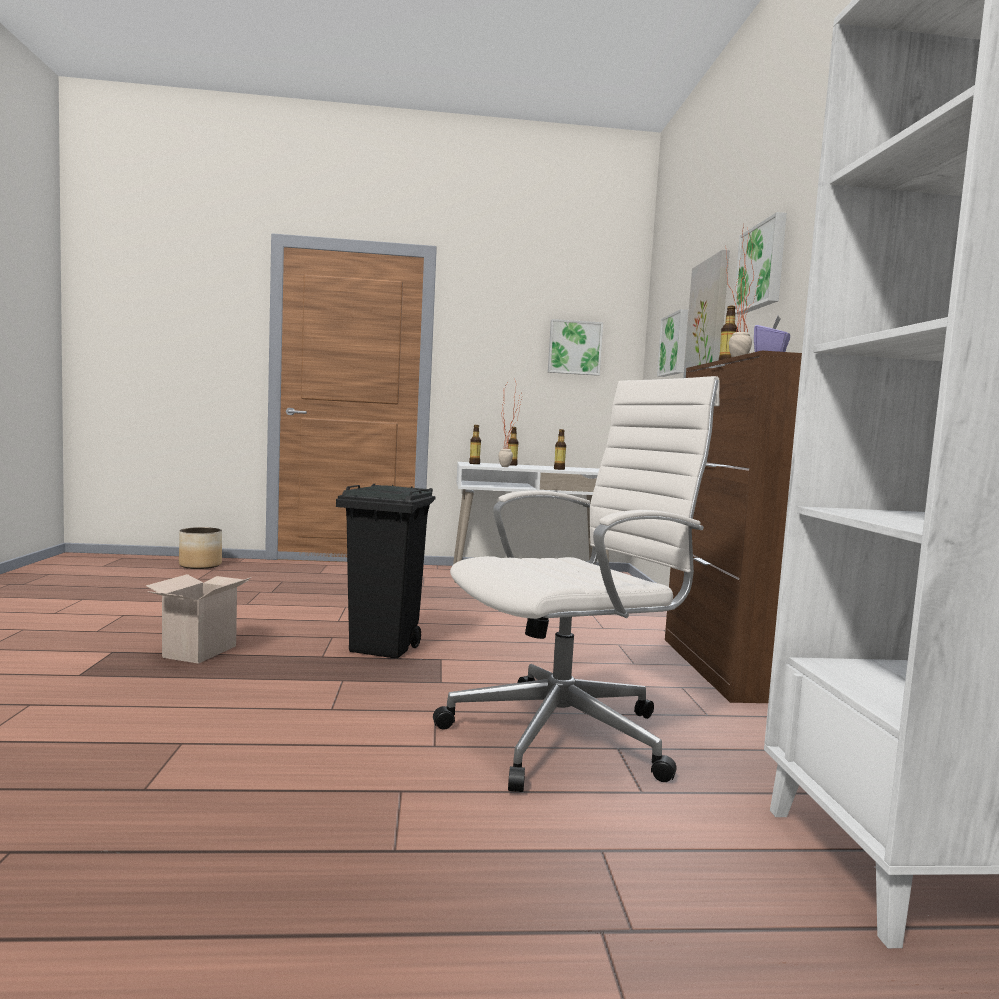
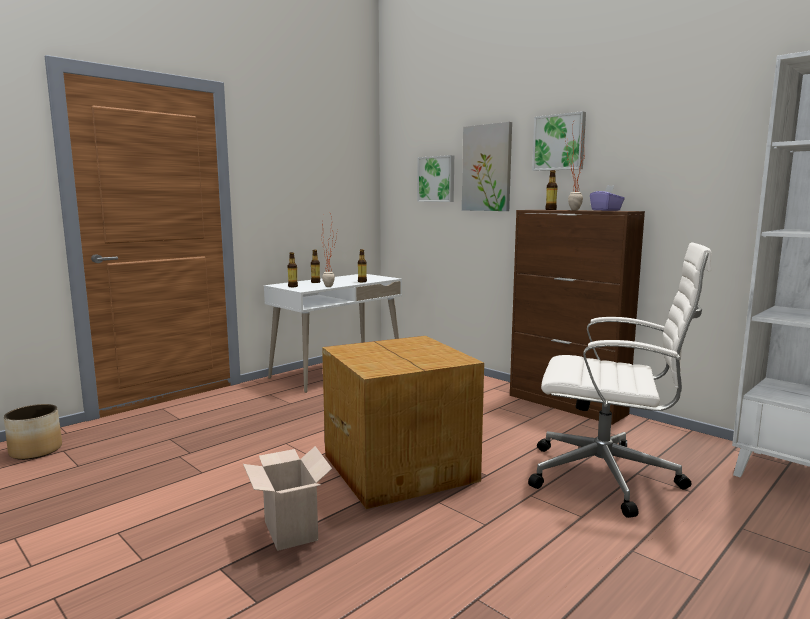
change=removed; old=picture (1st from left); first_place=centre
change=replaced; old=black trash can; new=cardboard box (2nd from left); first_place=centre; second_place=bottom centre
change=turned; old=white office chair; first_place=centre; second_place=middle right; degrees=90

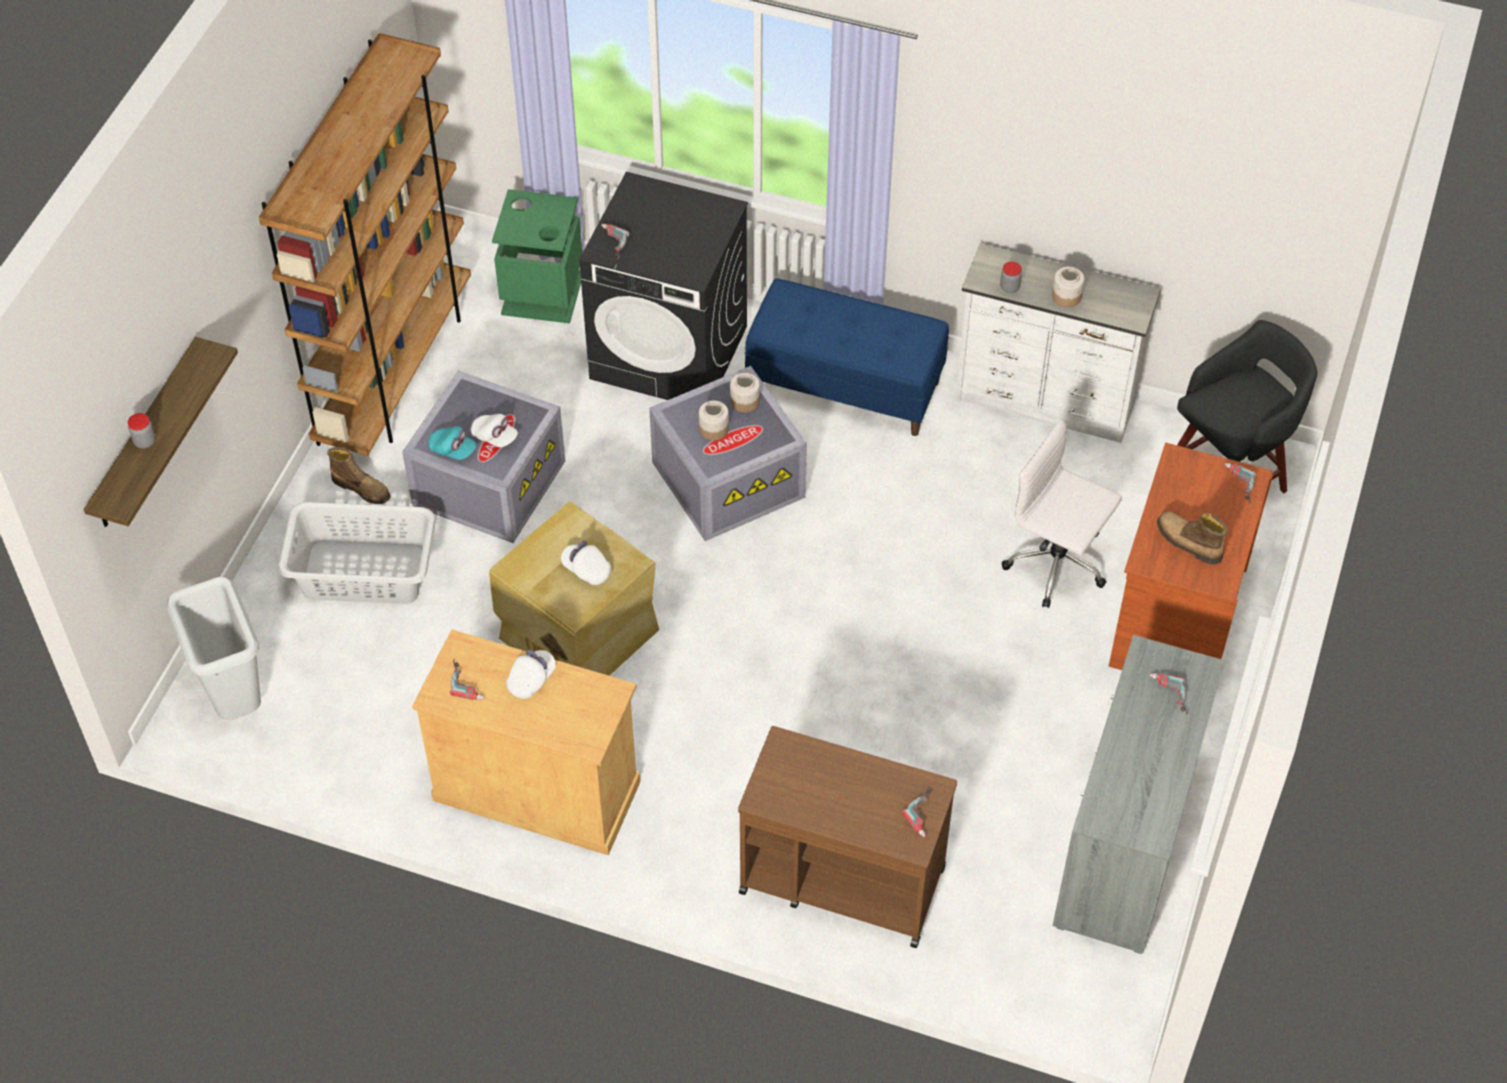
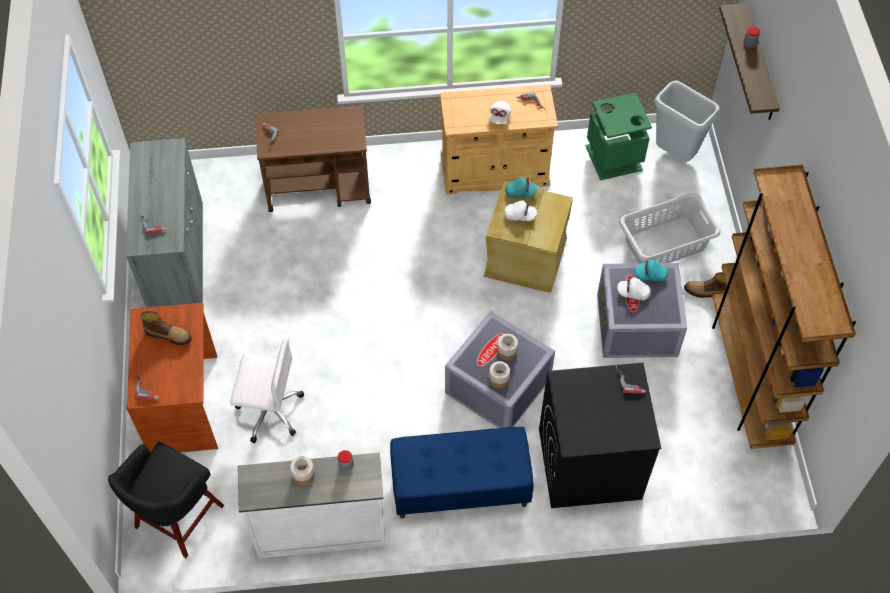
change=added; new=turquoise cap (1st from left); second_place=top centre
change=moved; old=green trash can; first_place=top centre; second_place=top right

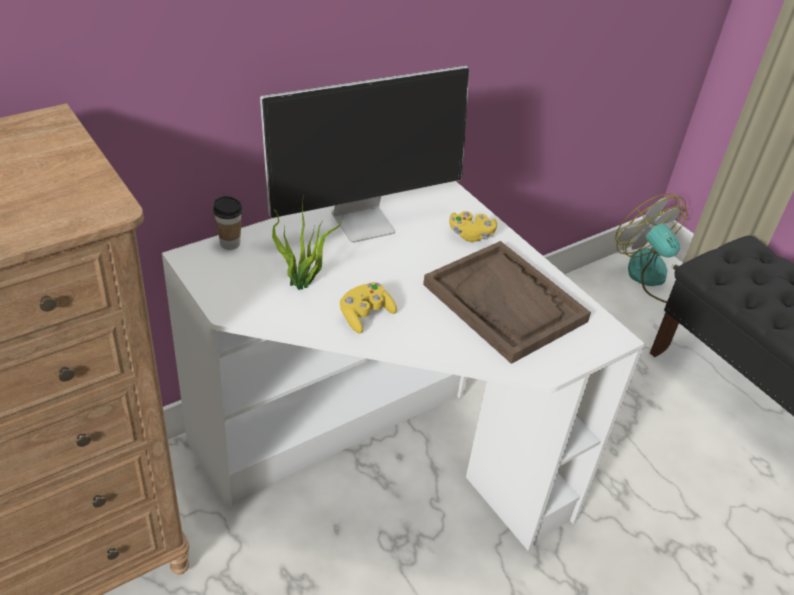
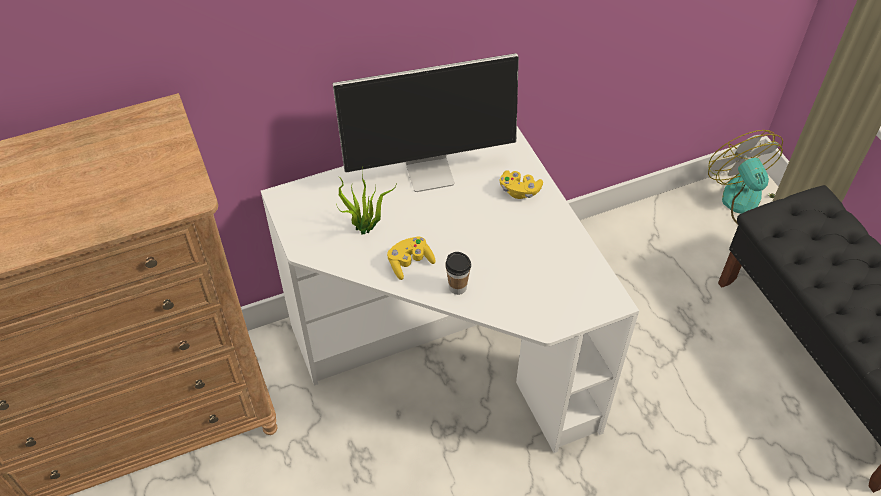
change=removed; old=brown tray; first_place=centre
change=moved; old=cup; first_place=middle left; second_place=centre

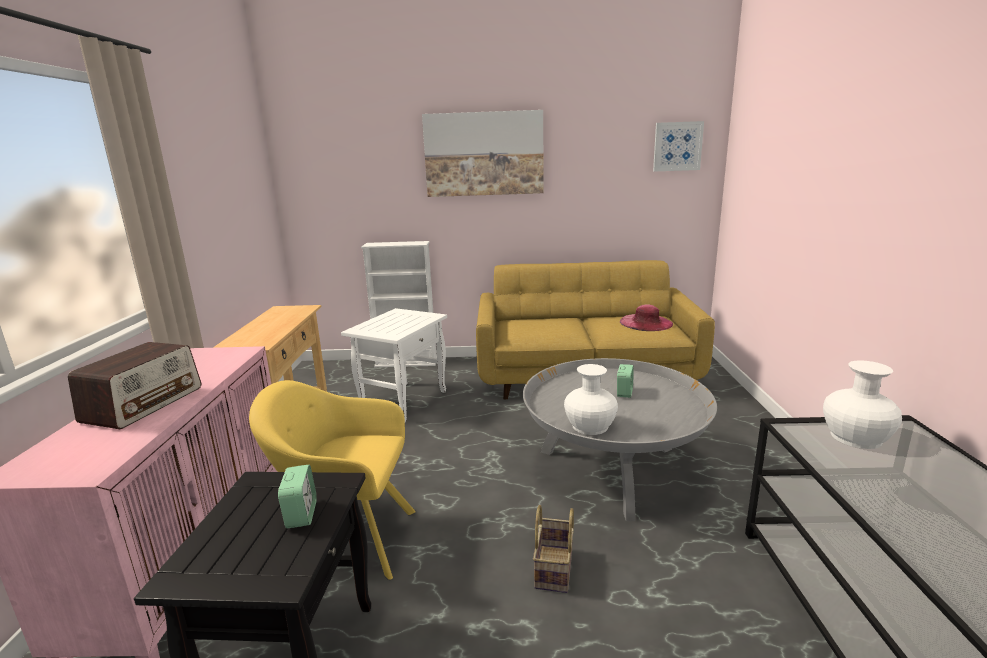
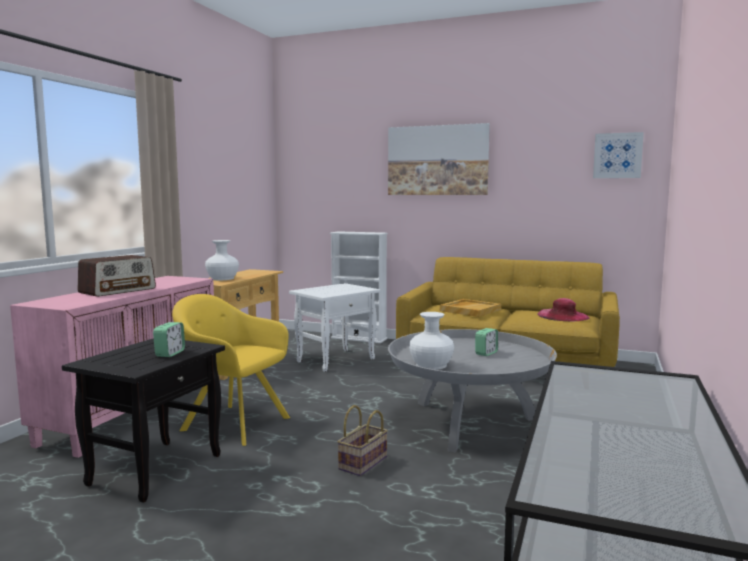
change=added; new=beige tray; second_place=centre
change=moved; old=white vase (2nd from left in the first image); new=white vase (1st from left); first_place=middle right; second_place=middle left

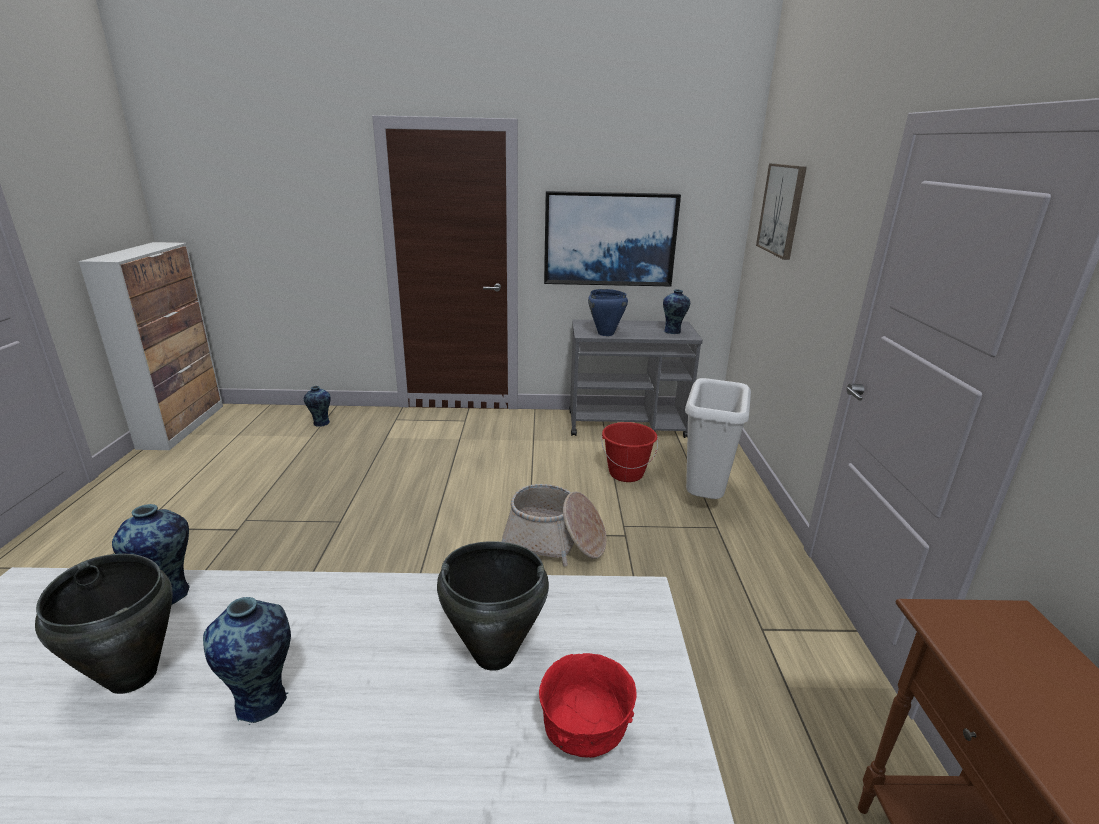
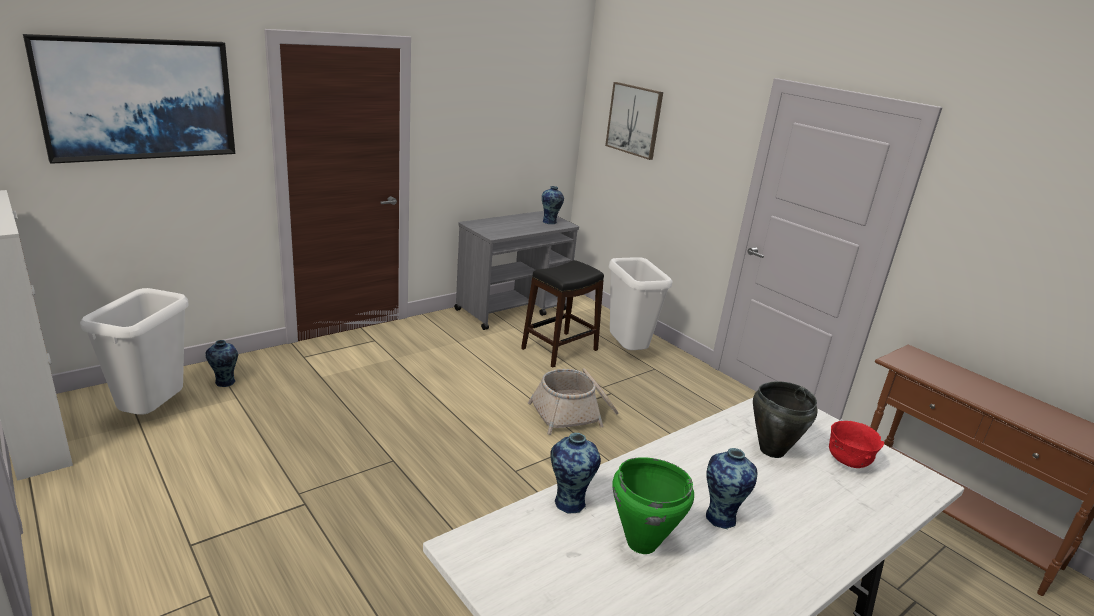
change=removed; old=blue cooking pot; first_place=centre
change=added; new=white trash can (1st from left); second_place=middle left
change=moved; old=picture (1st from left); first_place=top centre; second_place=top left
change=replaced; old=red bucket; new=black stool; first_place=centre; second_place=centre
change=recoloured; old=black cooking pot (1st from left); new=green cooking pot; first_place=bottom left; second_place=bottom centre

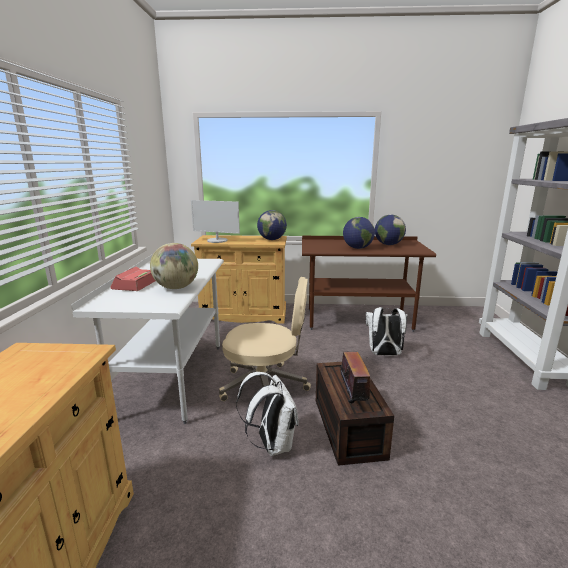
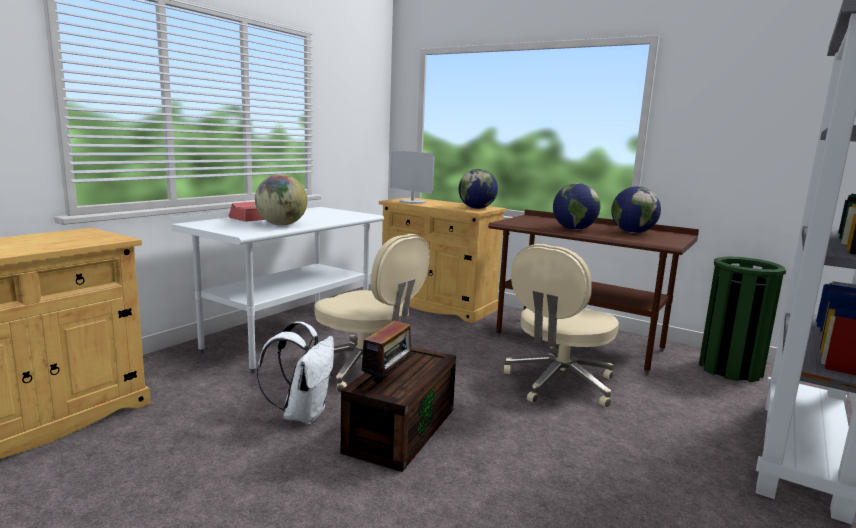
change=added; new=green trash can; second_place=middle right
change=replaced; old=white backpack (2nd from left); new=beige office chair (2nd from left); first_place=middle right; second_place=centre

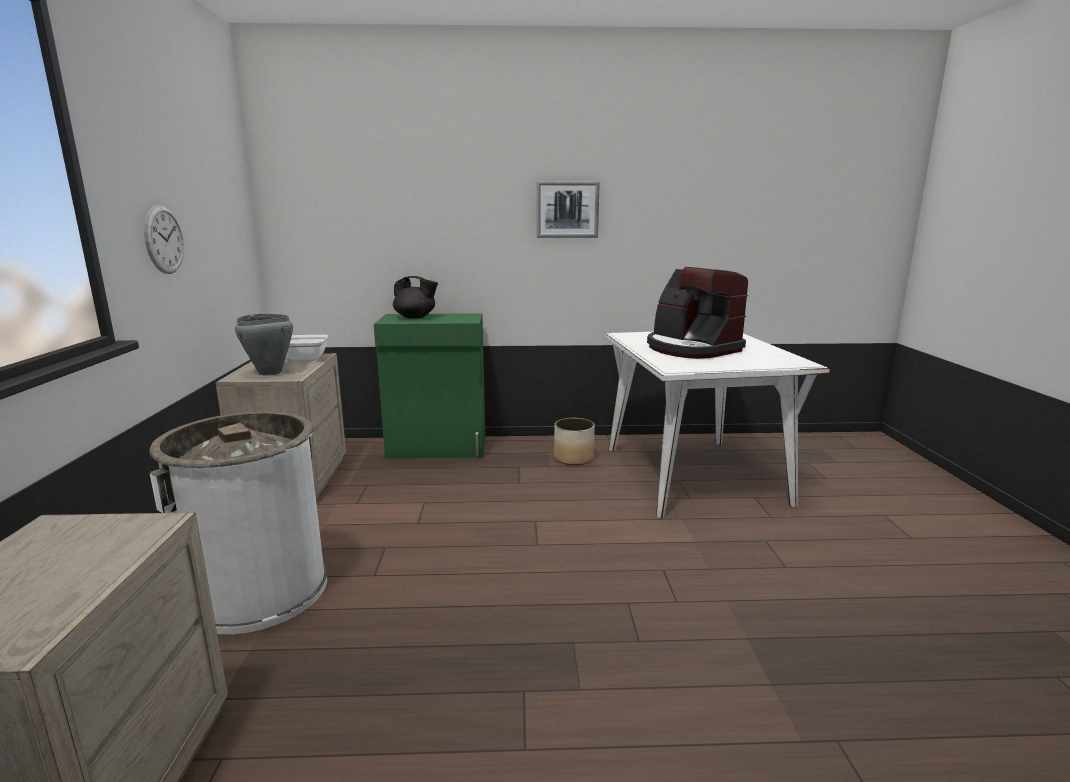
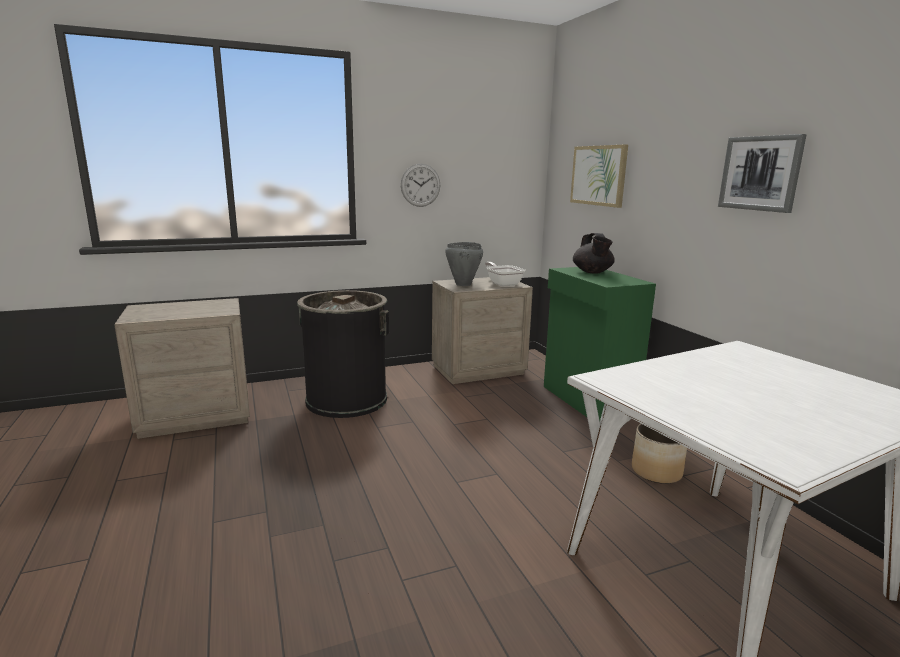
change=removed; old=coffee machine; first_place=centre
change=added; new=picture (1st from left); second_place=top centre
change=recoloured; old=white trash can; new=black trash can; first_place=bottom left; second_place=centre

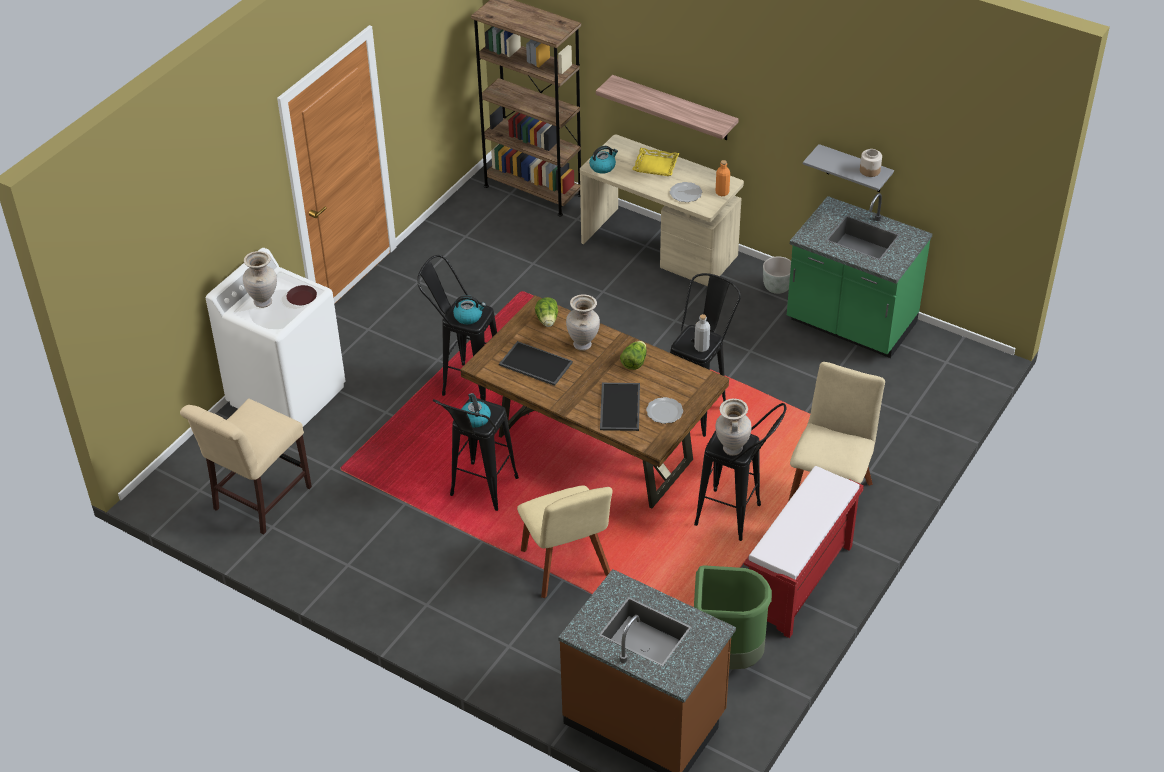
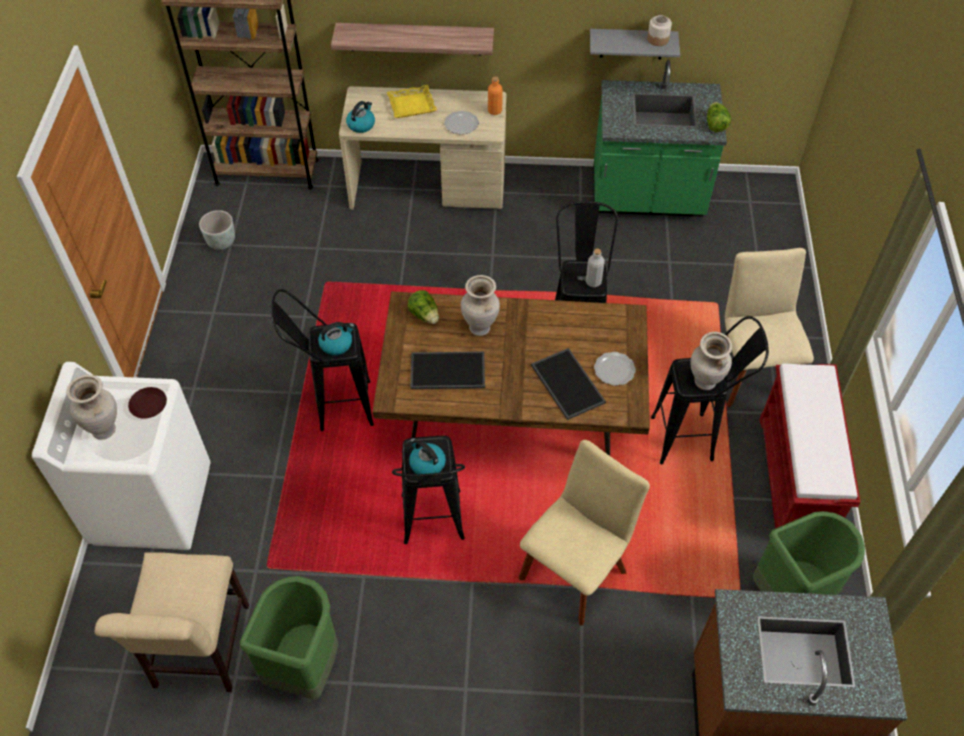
change=added; new=green trash can (1st from left); second_place=bottom left
change=moved; old=lettuce (2nd from left); first_place=centre; second_place=top right
change=moved; old=grey planter; first_place=middle right; second_place=top left
change=turned; old=beige chair (2nd from left); first_place=bottom centre; second_place=bottom centre; degrees=-90

